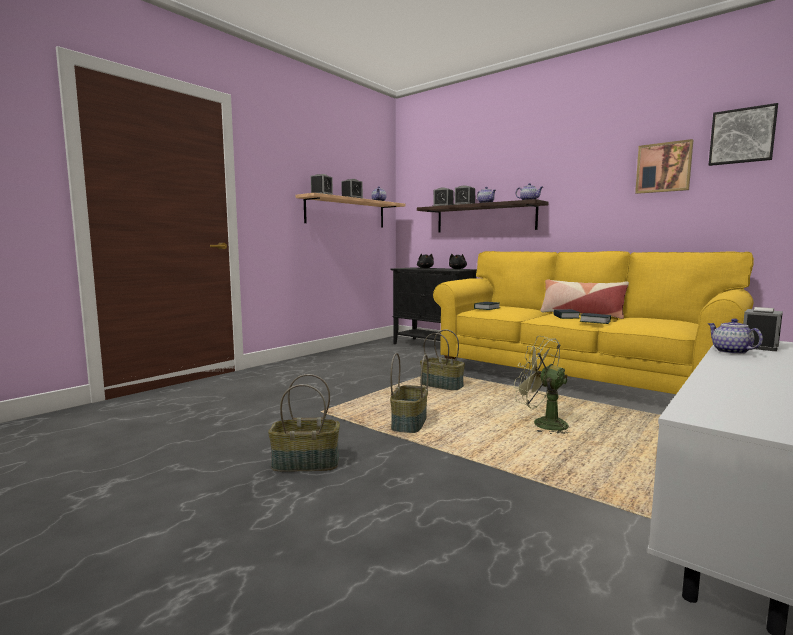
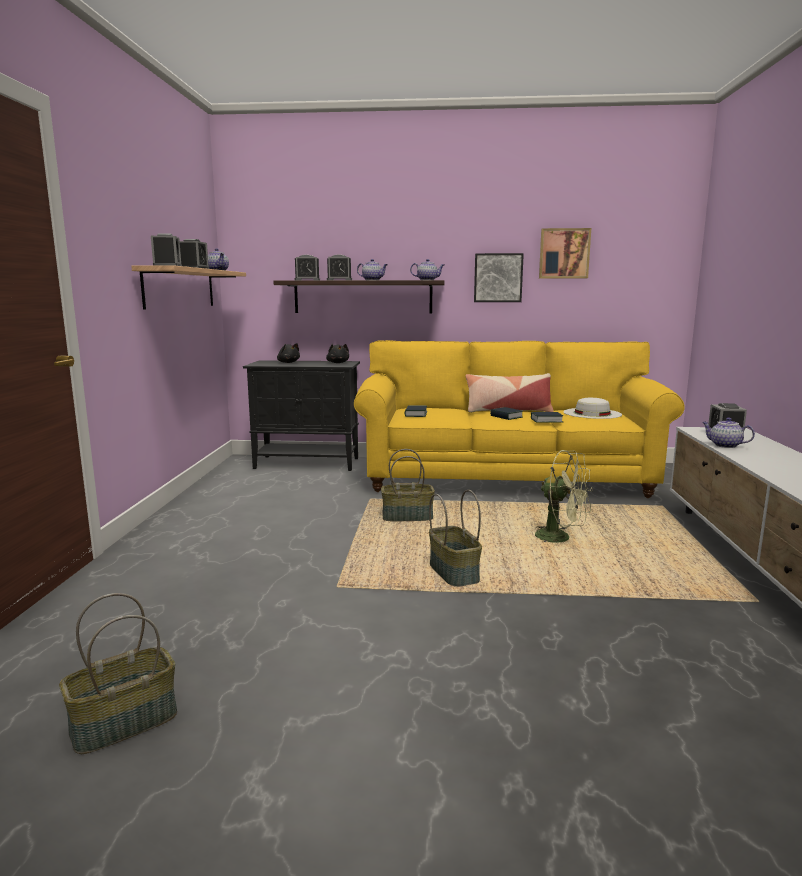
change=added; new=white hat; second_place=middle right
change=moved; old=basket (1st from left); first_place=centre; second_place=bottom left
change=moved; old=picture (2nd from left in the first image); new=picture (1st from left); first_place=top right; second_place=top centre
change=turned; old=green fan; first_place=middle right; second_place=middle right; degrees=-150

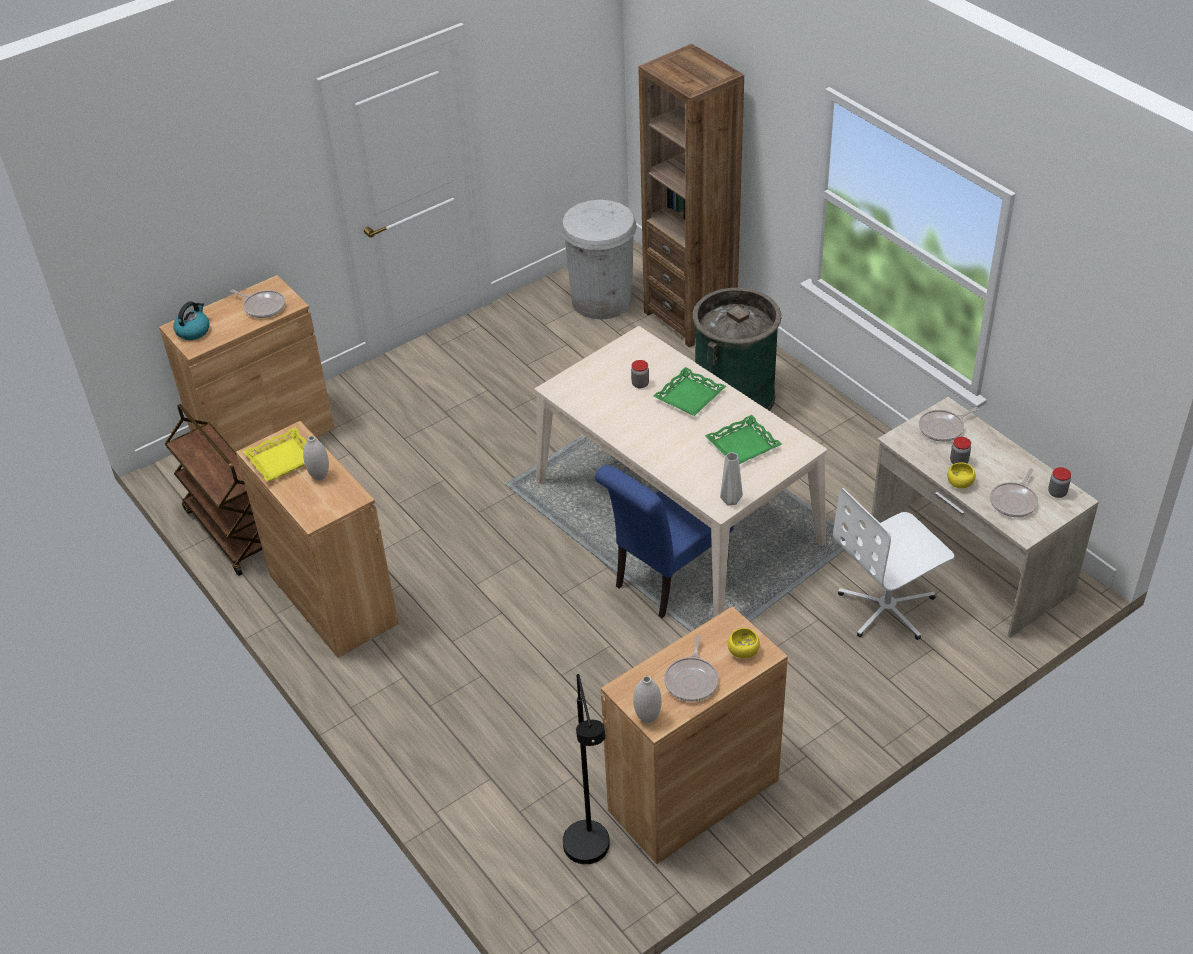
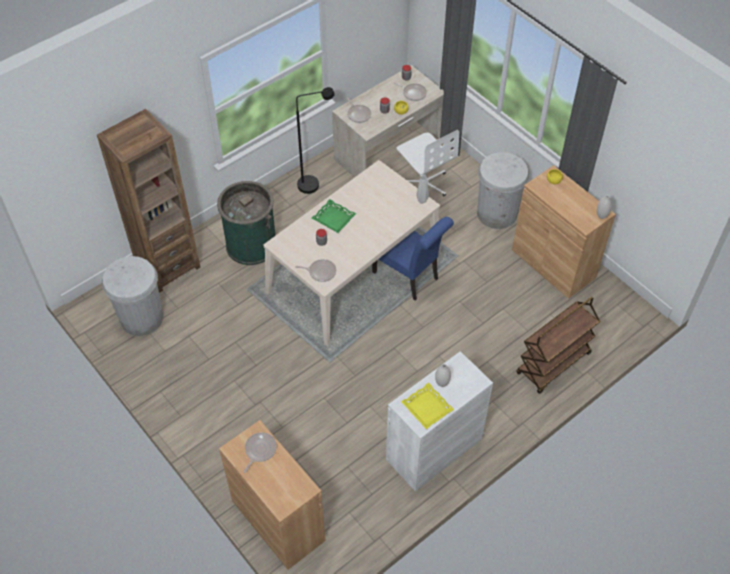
change=removed; old=kettle; first_place=middle left
change=removed; old=green tray (2nd from left); first_place=centre
change=added; new=white trash can (2nd from left); second_place=top right
change=moved; old=brown cart; first_place=middle left; second_place=middle right
change=moved; old=black floor lamp; first_place=bottom centre; second_place=top centre
change=moved; old=frying pan (2nd from left); first_place=bottom centre; second_place=centre
change=recoloured; old=brown cabinet (2nd from left); new=white cabinet; first_place=middle left; second_place=bottom centre

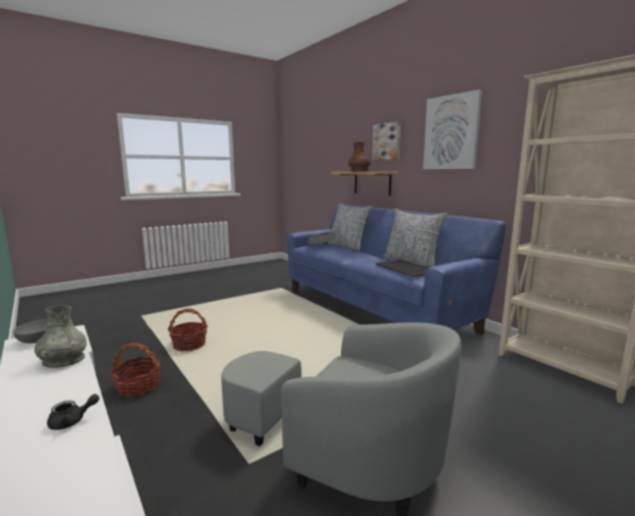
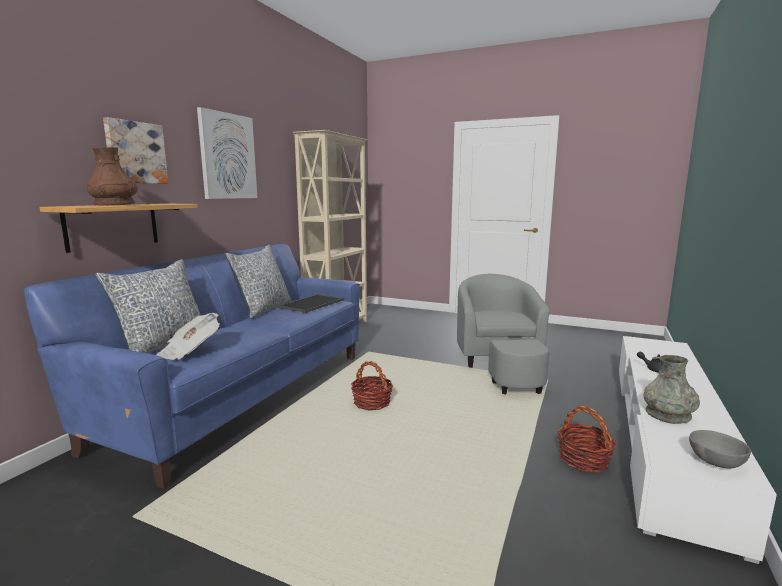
change=moved; old=basket (2nd from left in the first image); new=basket (1st from left); first_place=middle left; second_place=centre

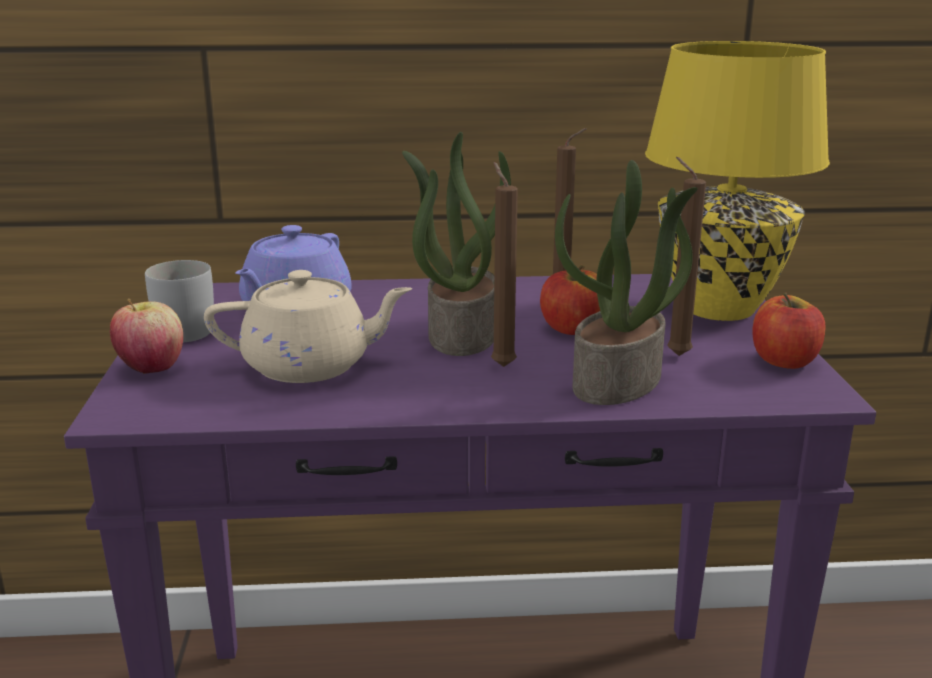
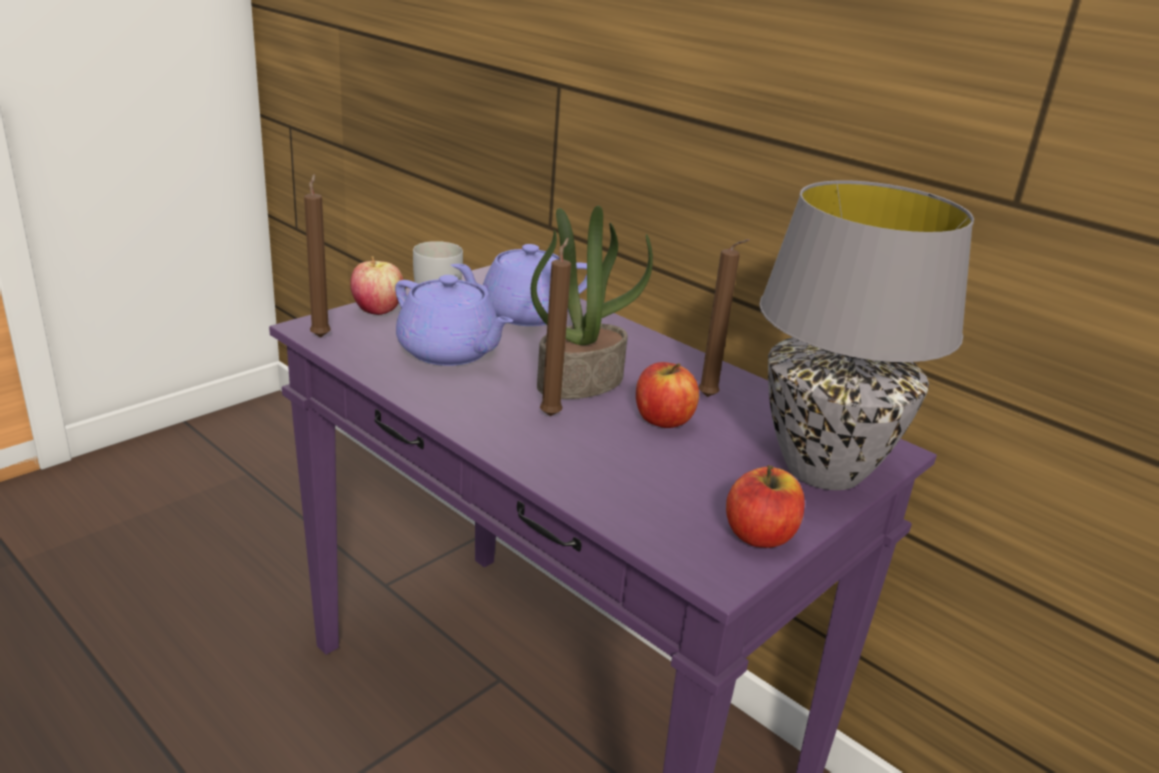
change=removed; old=potted plant (2nd from left); first_place=middle right
change=moved; old=brown candle (3rd from left in the first image); new=brown candle (1st from left); first_place=middle right; second_place=top left
change=recoloured; old=beige teapot; new=purple teapot (1st from left); first_place=middle left; second_place=centre
change=recoloured; old=yellow table lamp; new=grey table lamp; first_place=top right; second_place=middle right

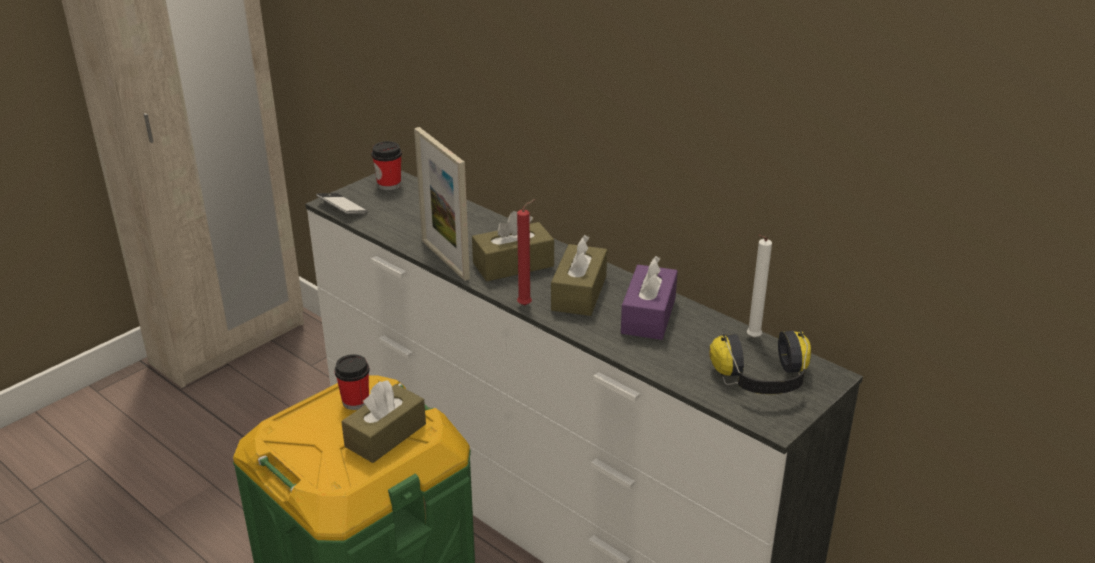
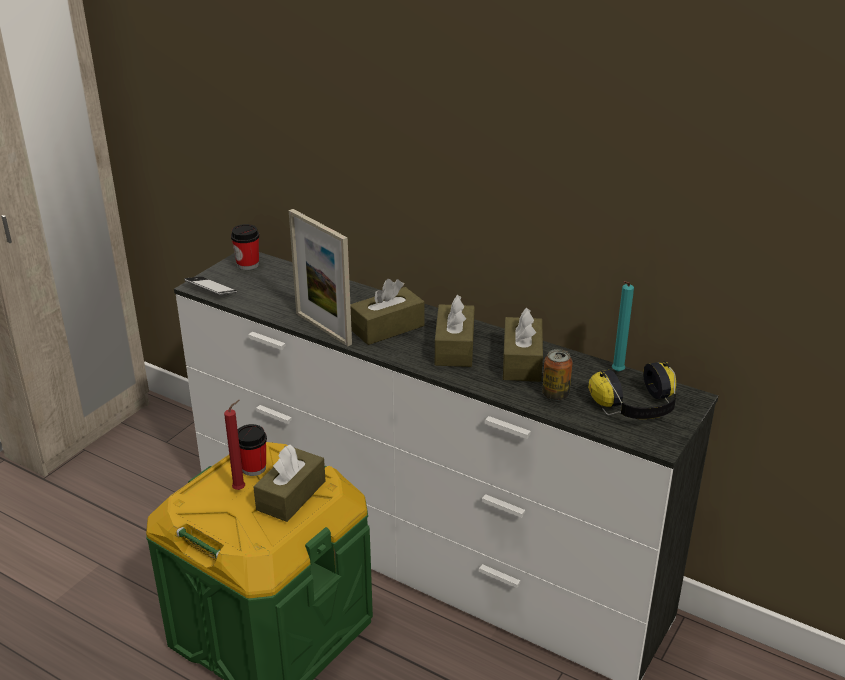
change=added; new=can; second_place=centre
change=moved; old=red candle; first_place=centre; second_place=middle left
change=recoloured; old=purple tissue box; new=brown tissue box (4th from left); first_place=centre; second_place=centre
change=recoloured; old=white candle; new=turquoise candle; first_place=middle right; second_place=middle right

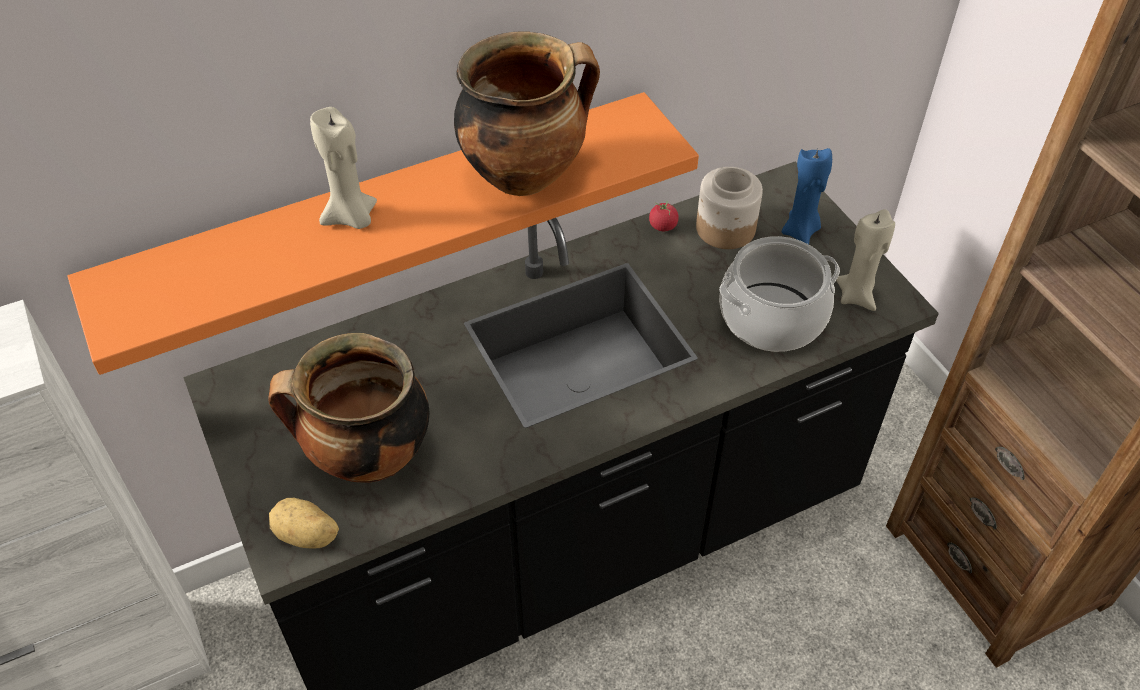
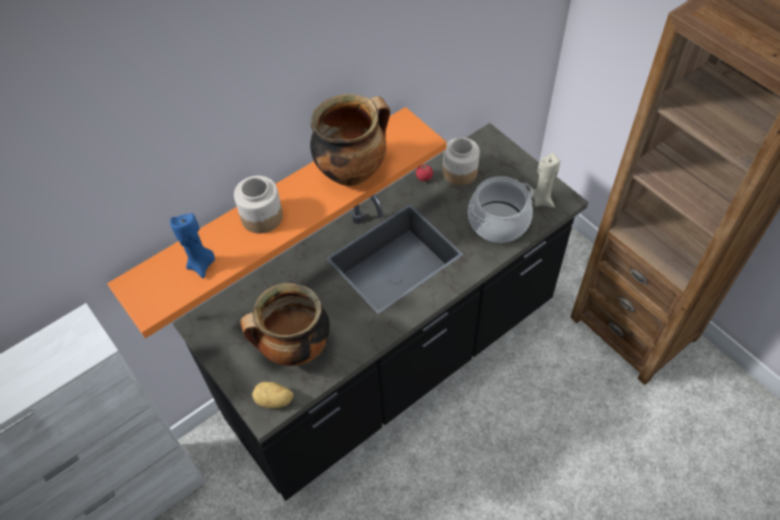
change=moved; old=blue candle; first_place=top right; second_place=middle left
change=replaced; old=beige candle (1st from left); new=jar (1st from left); first_place=top left; second_place=middle left

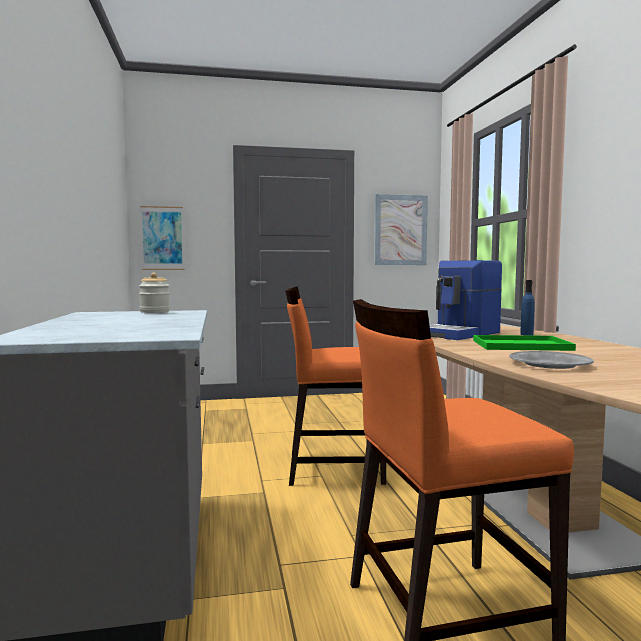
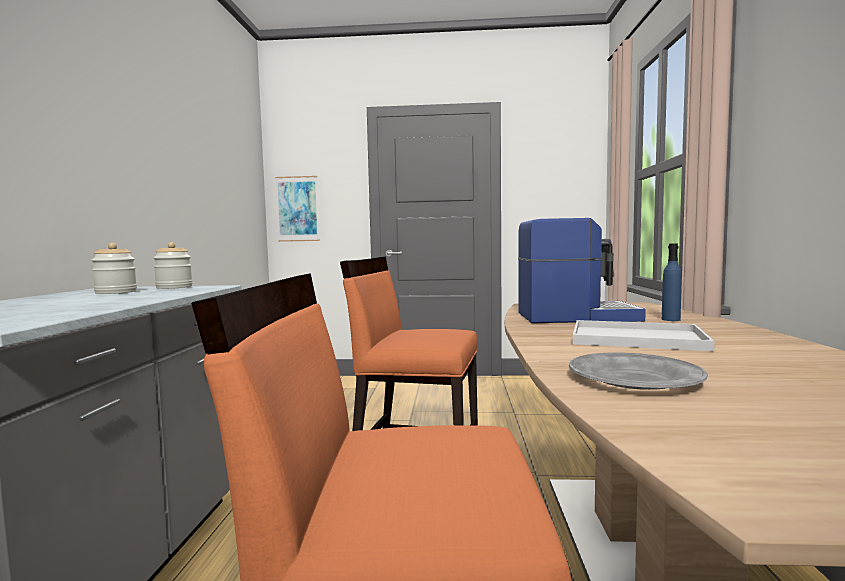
change=removed; old=picture (2nd from left); first_place=centre
change=added; new=jar (1st from left); second_place=middle left
change=recoloured; old=green tray; new=white tray; first_place=middle right; second_place=middle right
change=turned; old=coffee machine; first_place=middle right; second_place=middle right; degrees=-150

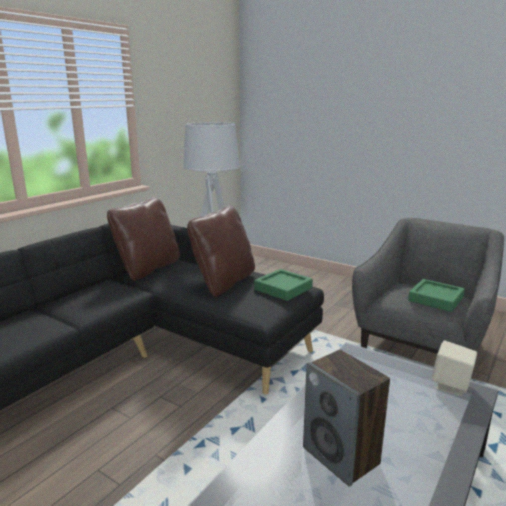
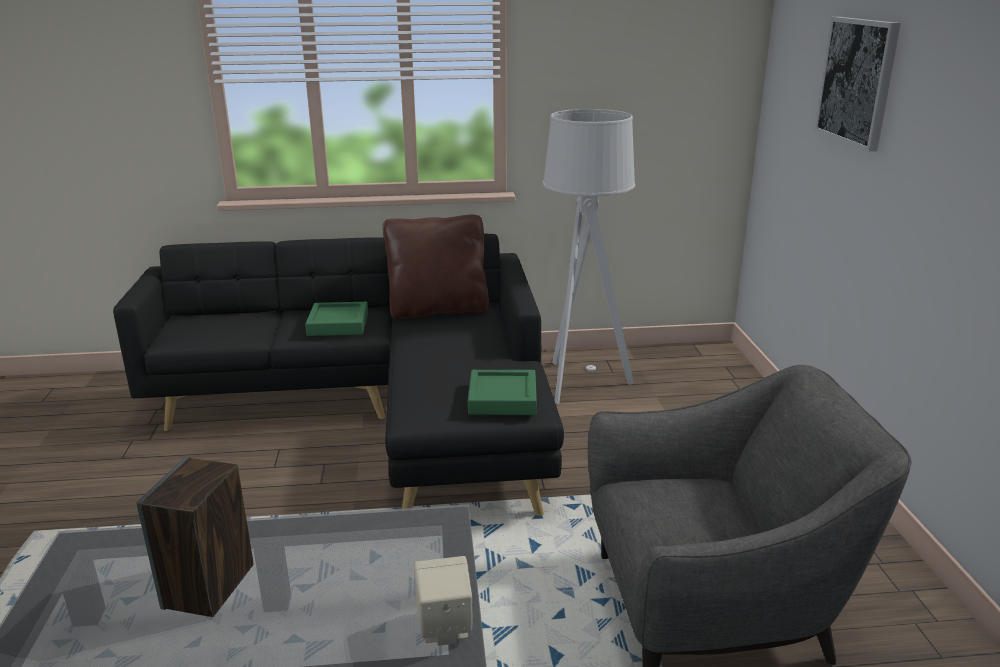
change=removed; old=brown pillow (2nd from left); first_place=centre
change=added; new=picture; second_place=top right
change=moved; old=green tray (2nd from left in the first image); new=green tray (1st from left); first_place=middle right; second_place=centre

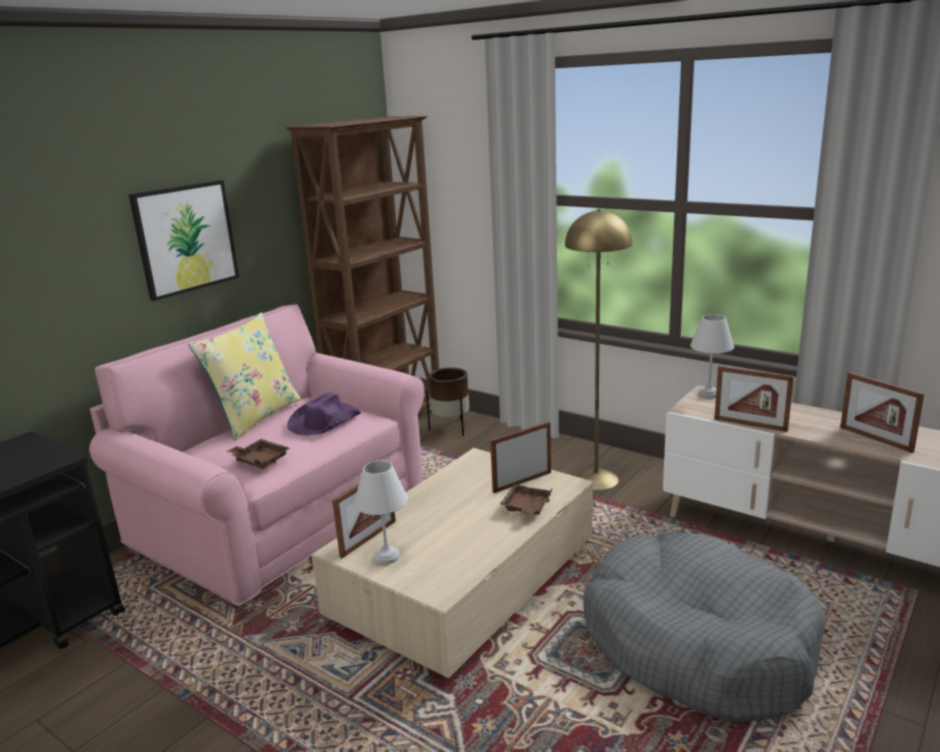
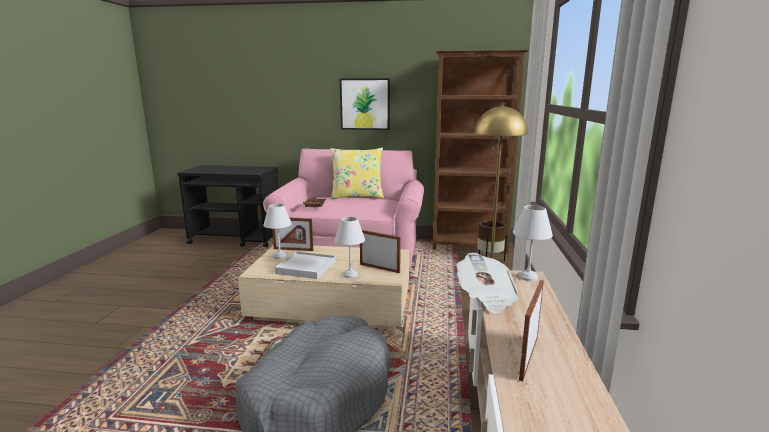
change=removed; old=purple hat; first_place=centre
change=added; new=white tray; second_place=centre
change=replaced; old=brown tray (2nd from left); new=white table lamp (2nd from left); first_place=centre; second_place=centre
change=replaced; old=picture frame (3rd from left); new=newspaper; first_place=middle right; second_place=centre

